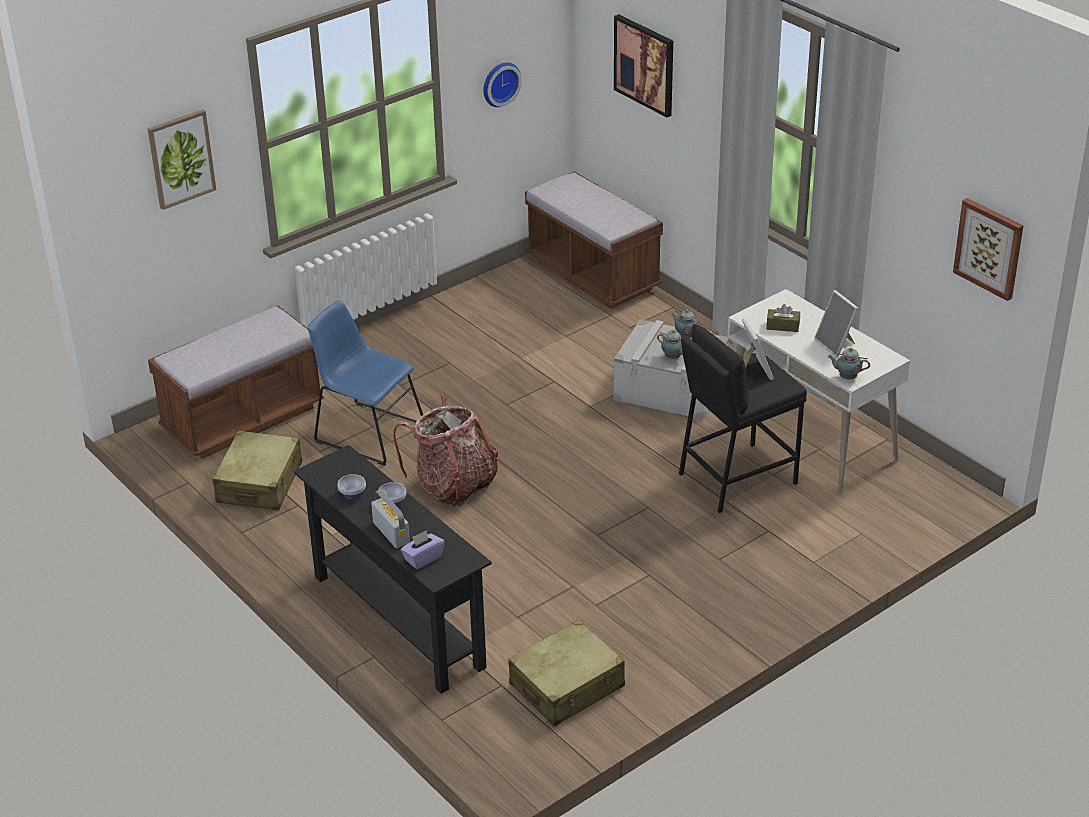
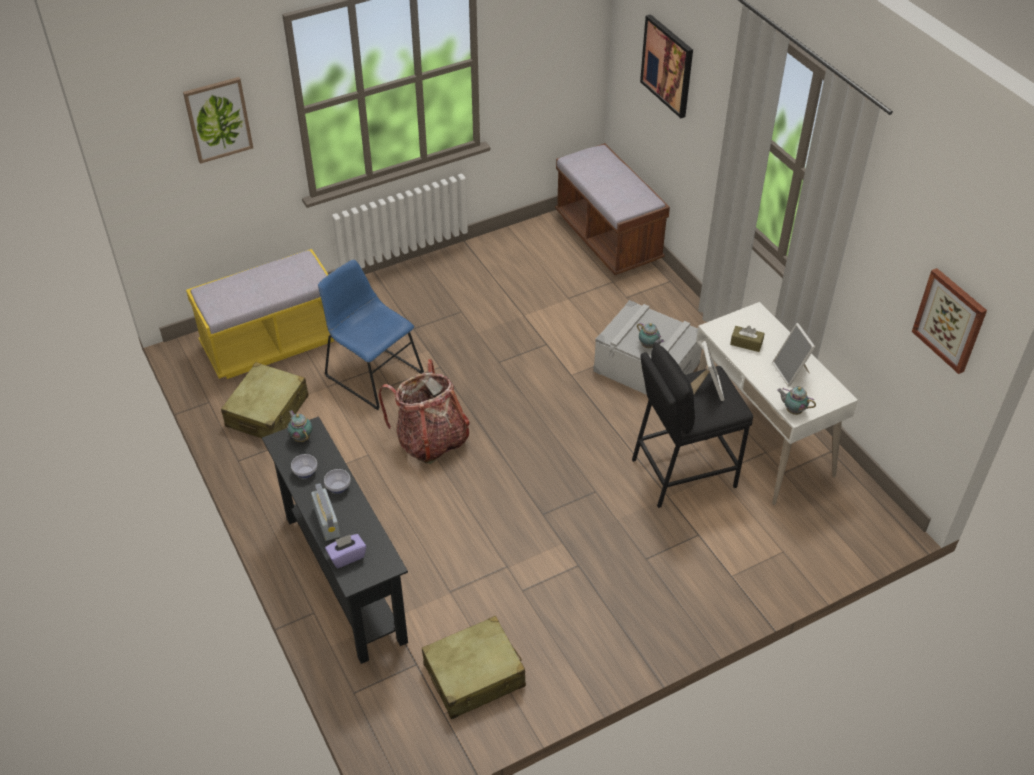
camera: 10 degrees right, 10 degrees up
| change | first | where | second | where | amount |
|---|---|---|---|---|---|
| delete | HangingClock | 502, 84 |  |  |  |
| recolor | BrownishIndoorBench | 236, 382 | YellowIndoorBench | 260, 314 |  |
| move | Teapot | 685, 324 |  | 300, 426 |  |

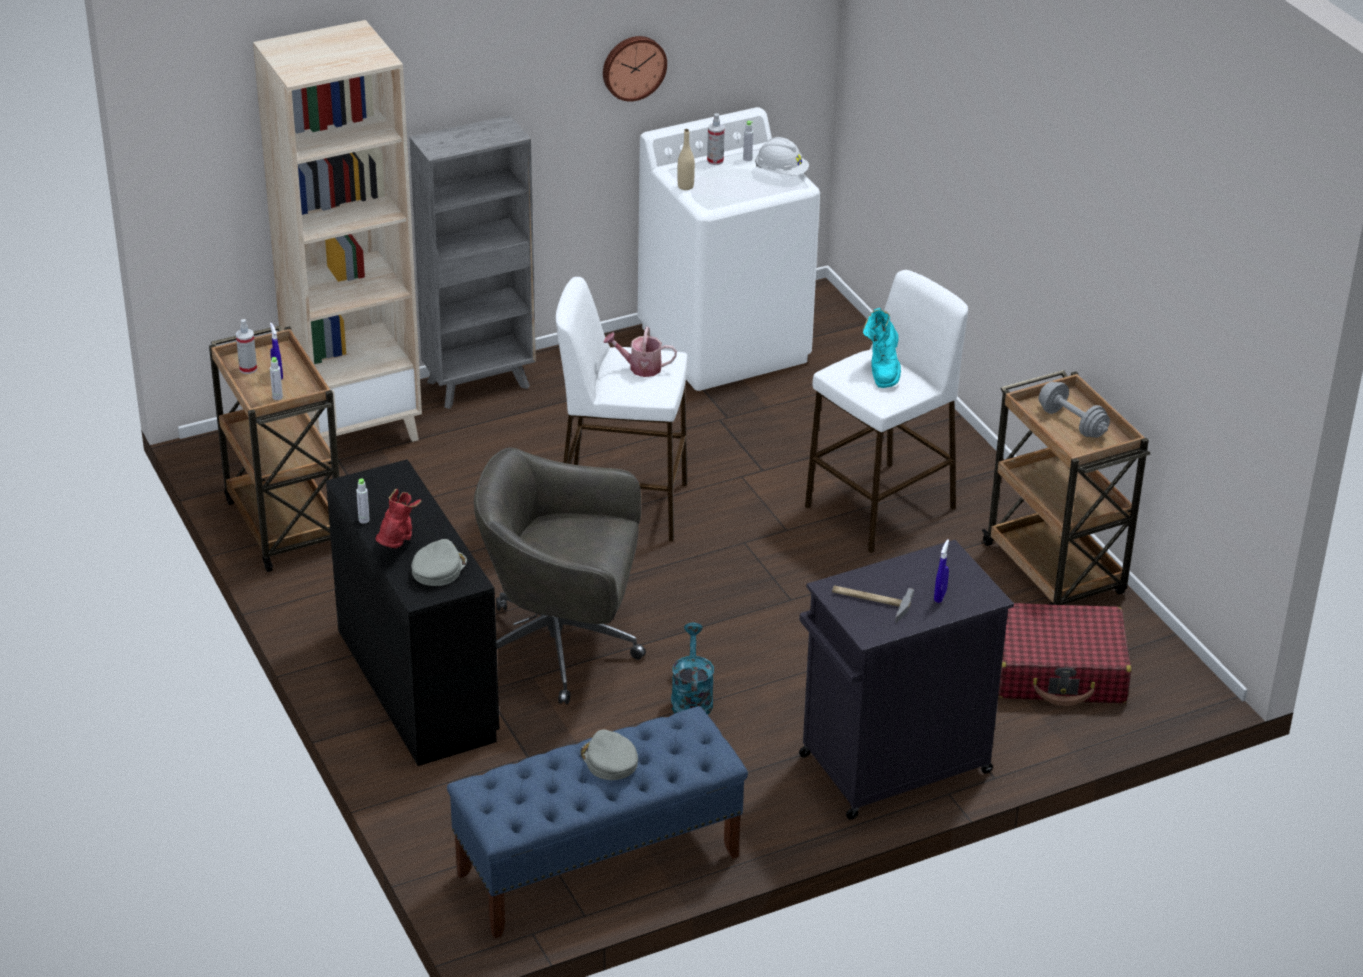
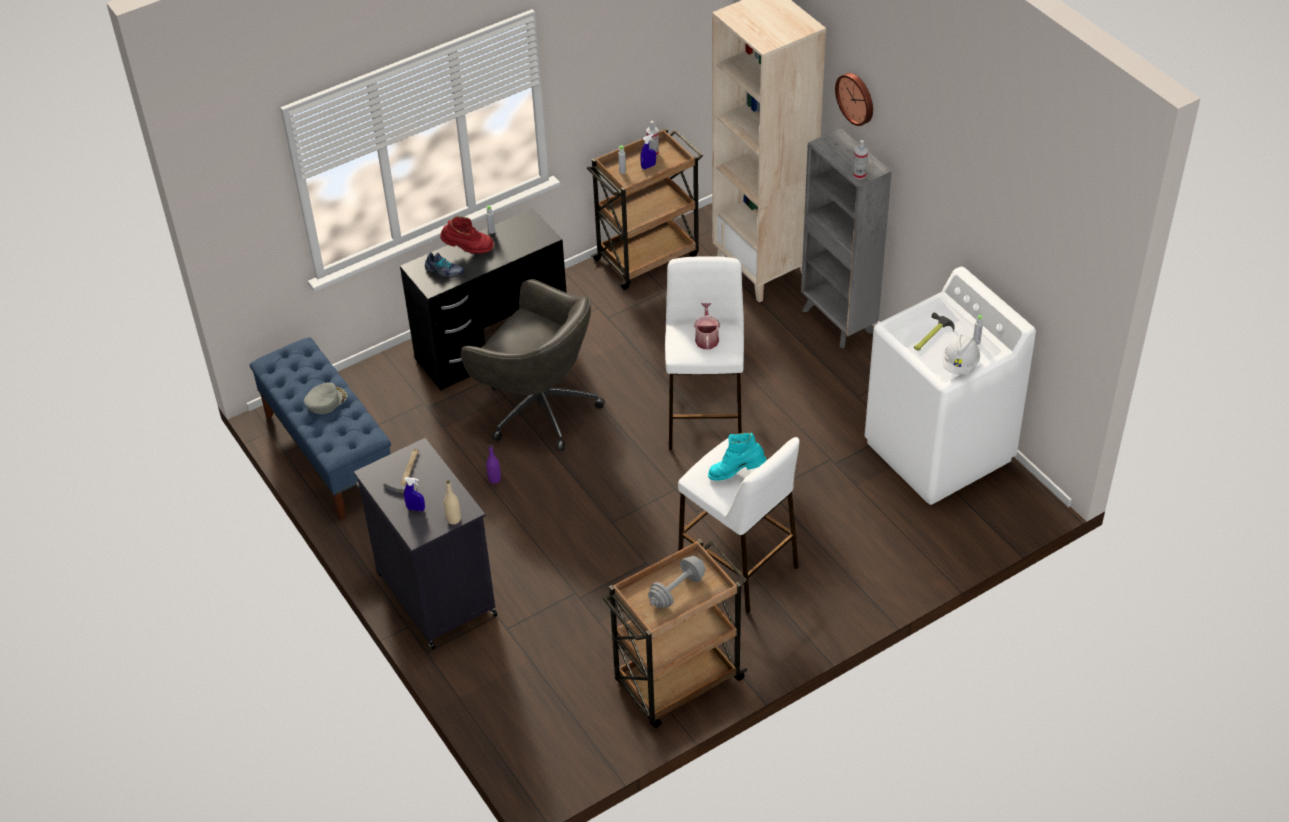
camera: 85 degrees right, 10 degrees up
| change | first | where | second | where | amount |
|---|---|---|---|---|---|
| move | HangingClock | 635, 69 |  | 854, 99 |  |
| move | SprayBottle | 716, 139 |  | 860, 159 |  |
| move | SandColouredBeverageBottle | 686, 159 |  | 452, 502 |  |
| rotate | GreyishComputerChair | 560, 576 |  | 533, 365 | 120 degrees clockwise |
| replace | GreyishCap | 439, 562 | LowShoe | 444, 265 |  |
| delete | ReddishSuitcase | 1065, 654 |  |  |  |
| replace | BlueGreenWateringPot | 692, 669 | PurplishBeverageBottle | 493, 464 |  |
| insert |  |  | HandHammer | 934, 332 |  |

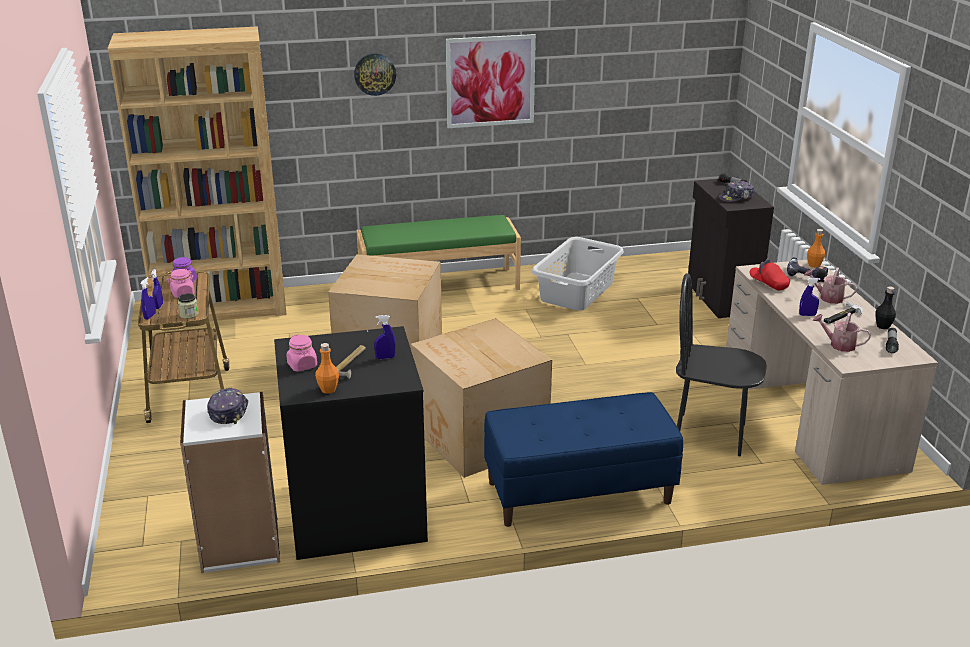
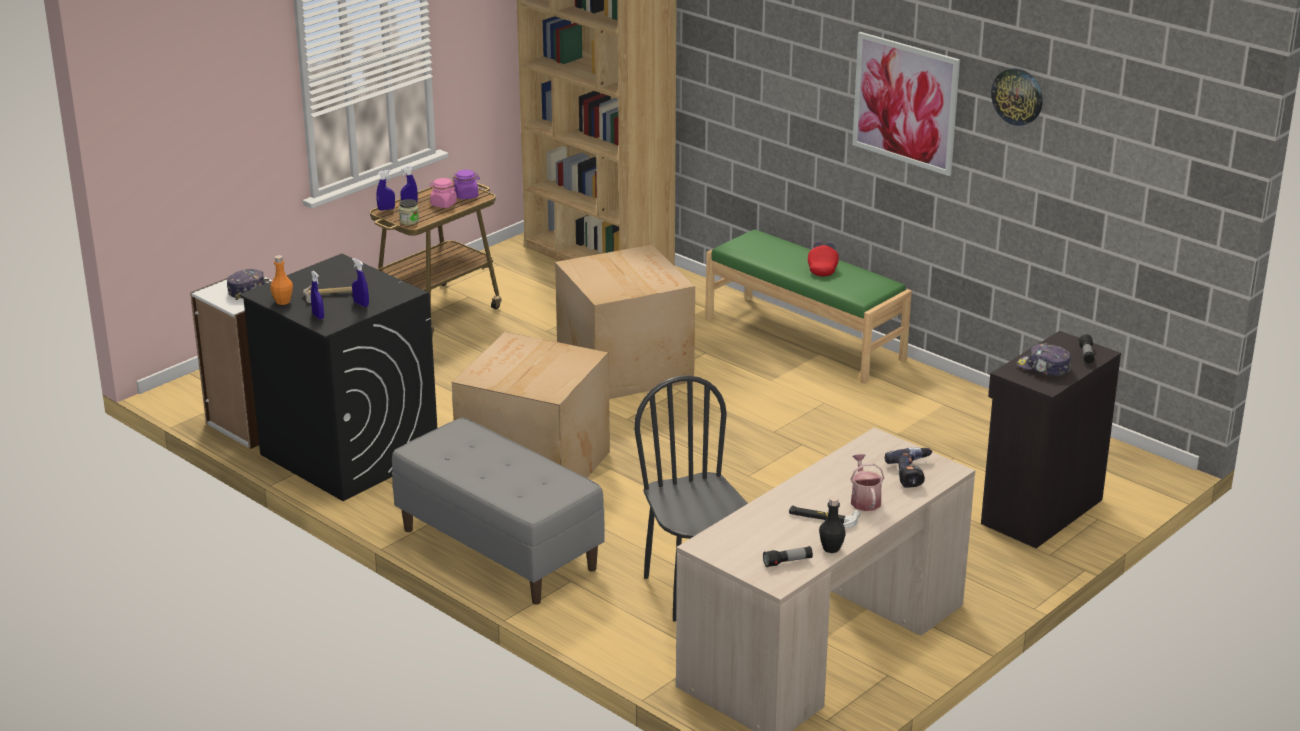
camera: 55 degrees right, 0 degrees up
| change | first | where | second | where | amount |
|---|---|---|---|---|---|
| move | HangingClock | 375, 74 |  | 1017, 97 |  |
| delete | OrangeyBeverageBottle | 816, 248 |  |  |  |
| delete | GreyishWashingBasket | 577, 274 |  |  |  |
| move | ReddishCap | 770, 275 |  | 823, 258 |  |
| move | BlueColouredSprayBottle | 810, 297 |  | 317, 295 |  |
| delete | WateringPot | 842, 332 |  |  |  |
| delete | PinkishPreserveJar | 301, 353 |  |  |  |
| recolor | BlueColouredIndoorBench | 583, 459 | GreyishIndoorBench | 498, 511 |  |

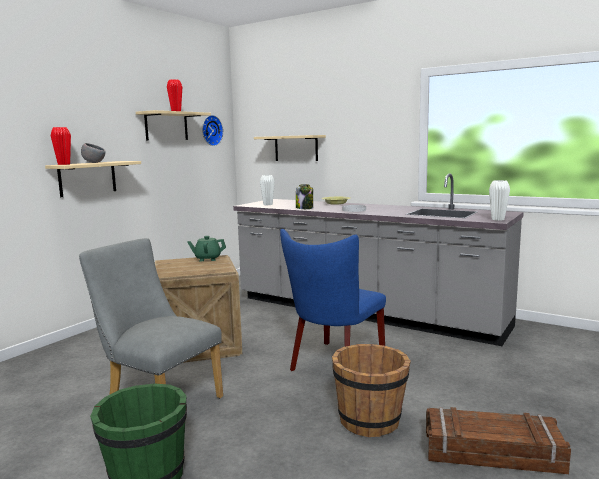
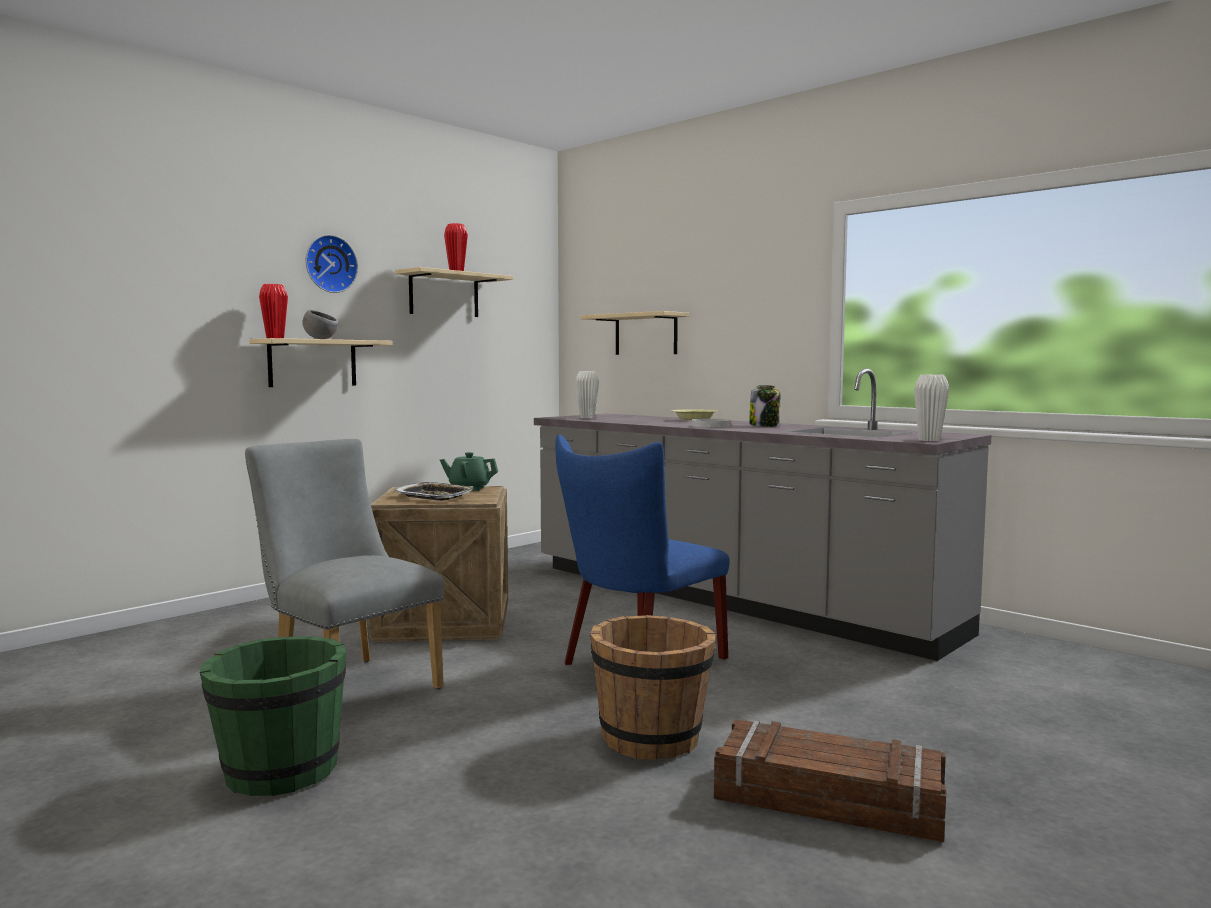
camera: 10 degrees right, 5 degrees down
| change | first | where | second | where | amount |
|---|---|---|---|---|---|
| move | HangingClock | 212, 130 |  | 331, 264 |  |
| move | PreserveJar | 304, 196 |  | 764, 406 |  |
| insert |  |  | Tray | 433, 491 |  |

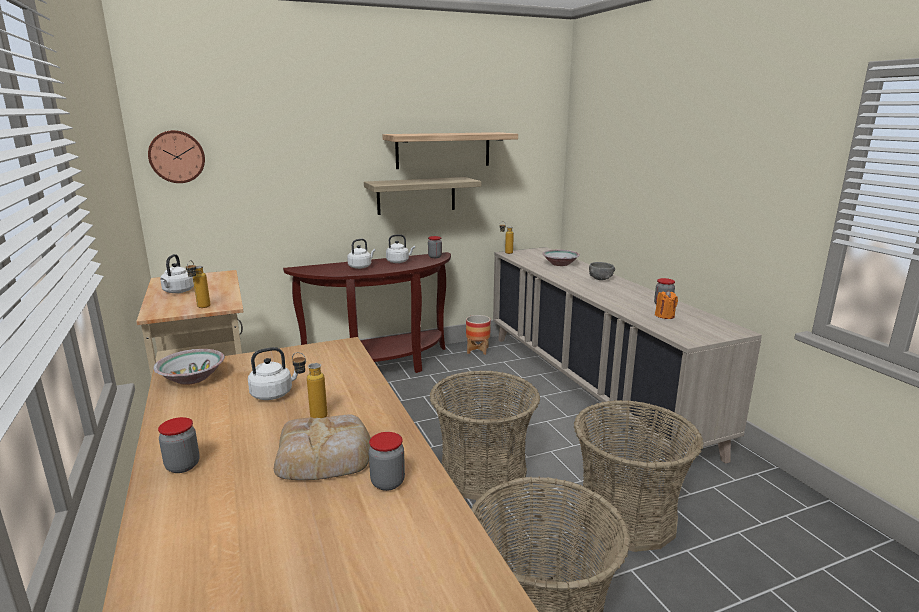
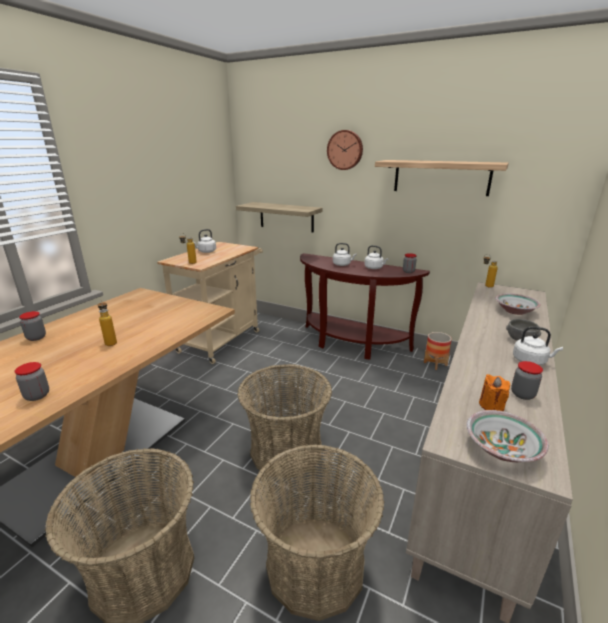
camera: 50 degrees right, 5 degrees up
| change | first | where | second | where | amount |
|---|---|---|---|---|---|
| move | HangingClock | 176, 156 |  | 345, 150 |  |
| move | WallShelf | 422, 196 |  | 279, 217 |  |
| move | WhiteWaterKettle | 273, 373 |  | 538, 346 |  |
| move | ServingBowl | 189, 367 |  | 507, 436 |  |
| delete | Bread | 322, 447 |  |  |  |

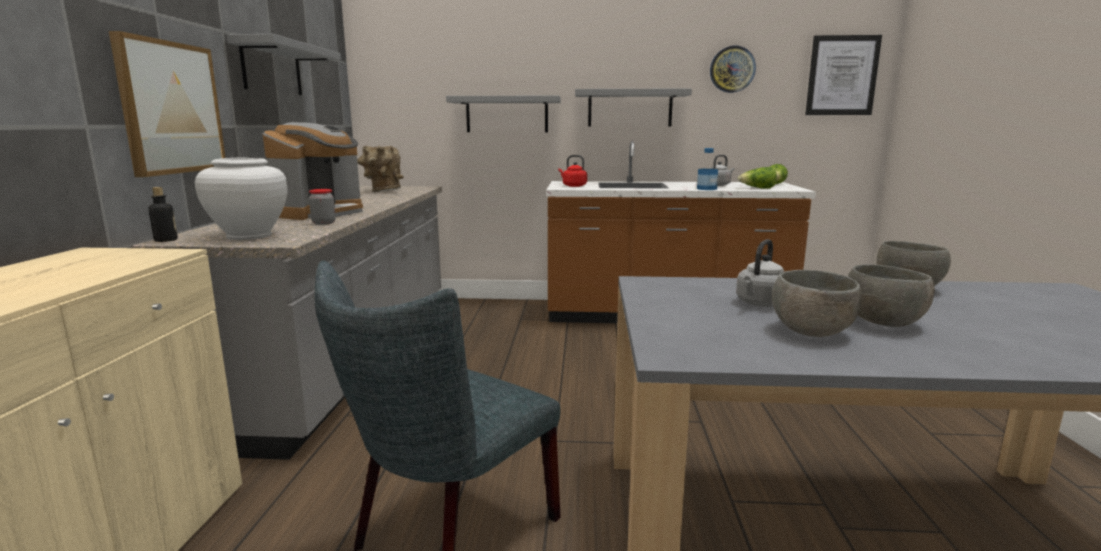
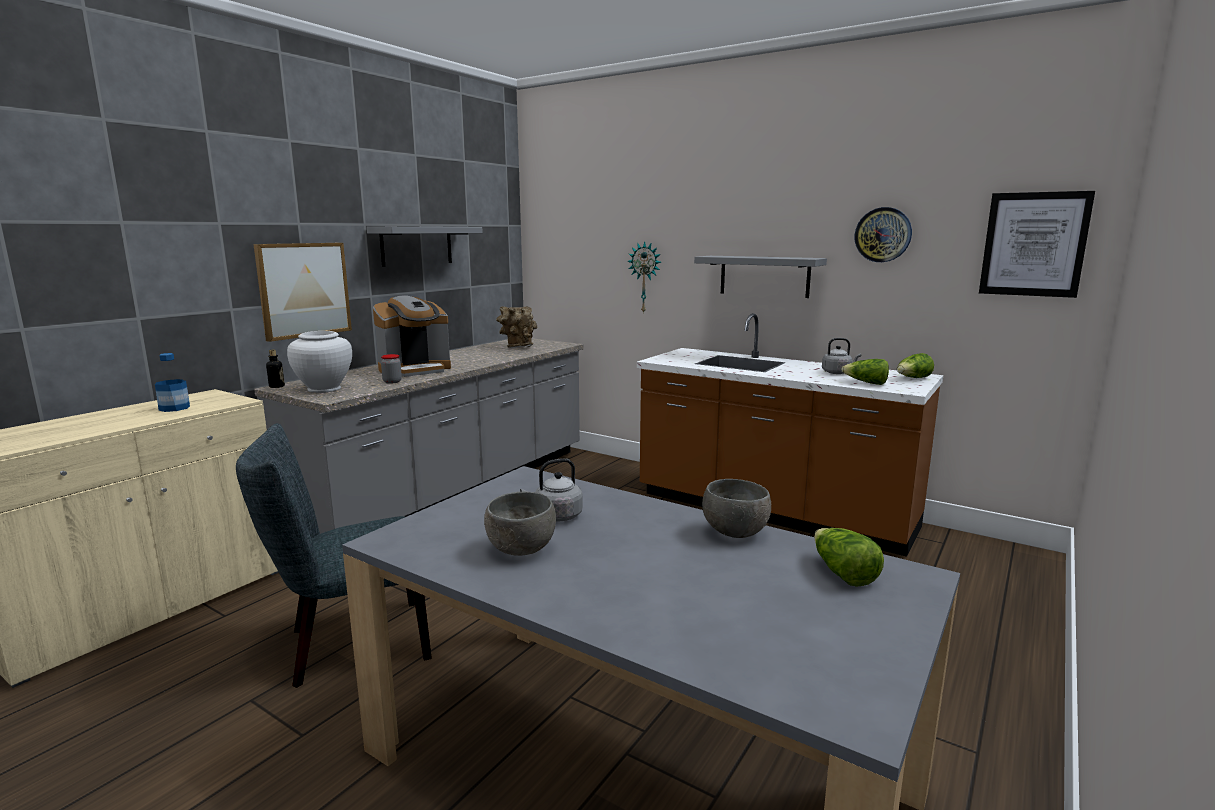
camera: 30 degrees right, 0 degrees up
| change | first | where | second | where | amount |
|---|---|---|---|---|---|
| replace | GreyishWallShelf | 503, 113 | HangingClock | 644, 277 |  |
| move | BeverageBottle | 707, 169 |  | 172, 382 |  |
| delete | ReddishWaterKettle | 572, 171 |  |  |  |
| delete | GreyishServingBowl | 891, 295 |  |  |  |
| insert |  |  | Lettuce | 849, 557 |  |

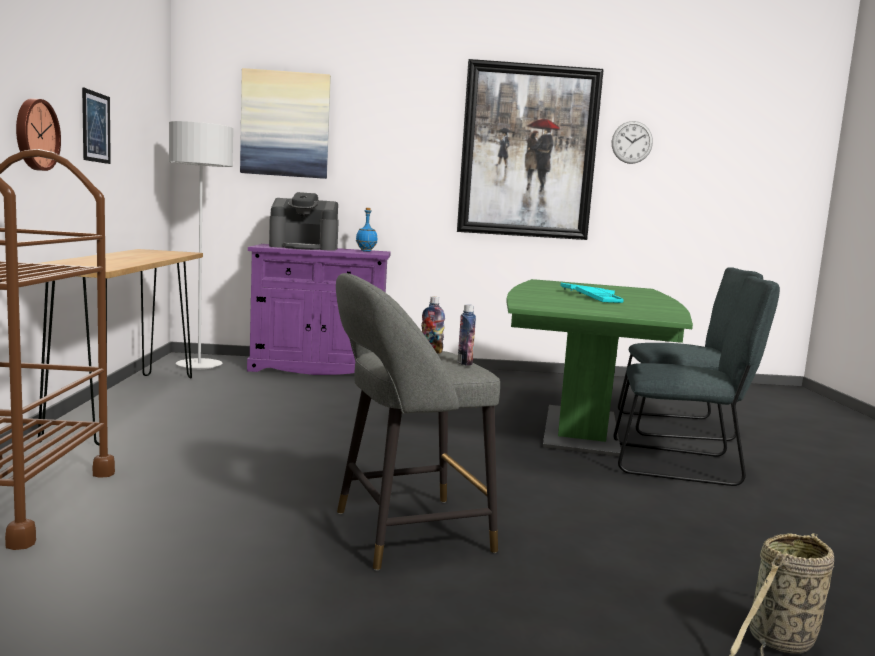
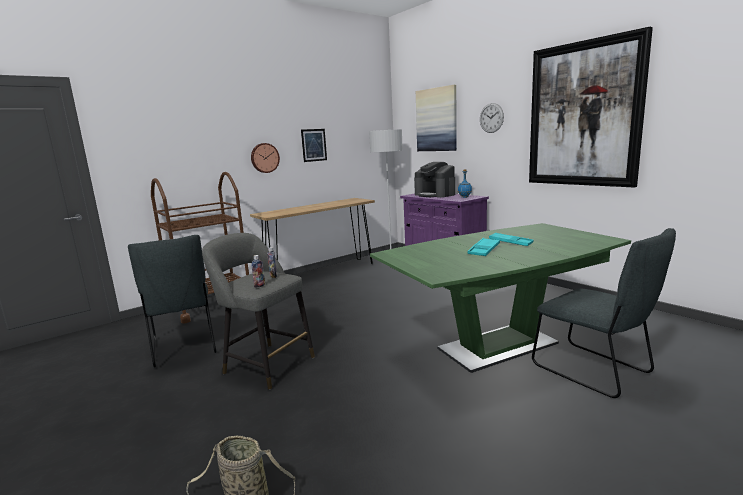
camera: 55 degrees right, 5 degrees up
| change | first | where | second | where | amount |
|---|---|---|---|---|---|
| move | HangingClock | 632, 142 |  | 492, 118 |  |
| move | GreyishPlainChair | 697, 381 |  | 172, 301 |  |

